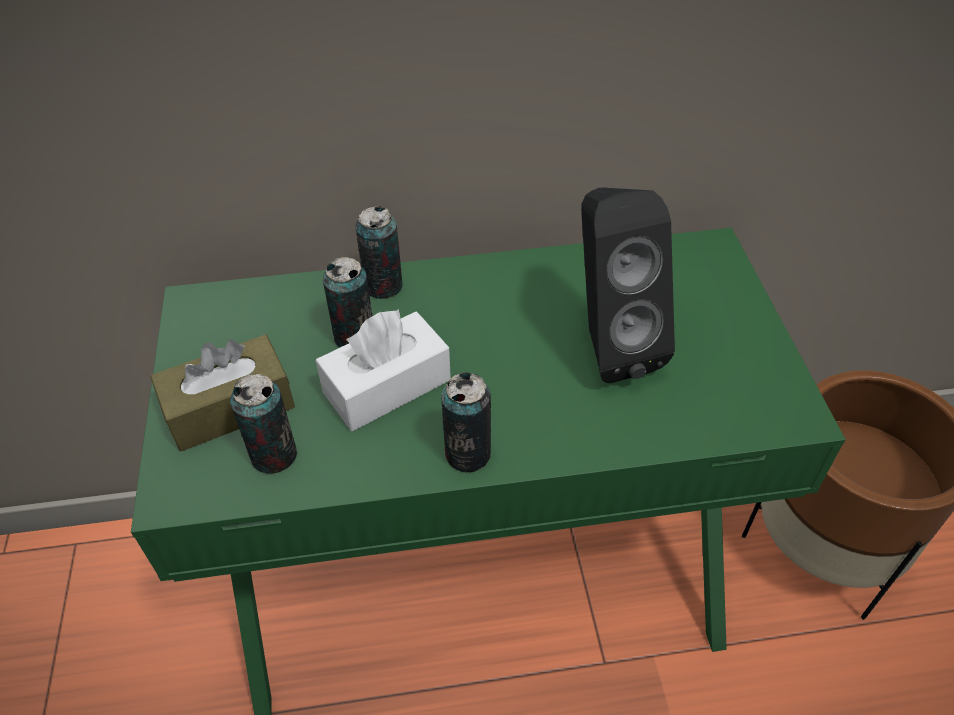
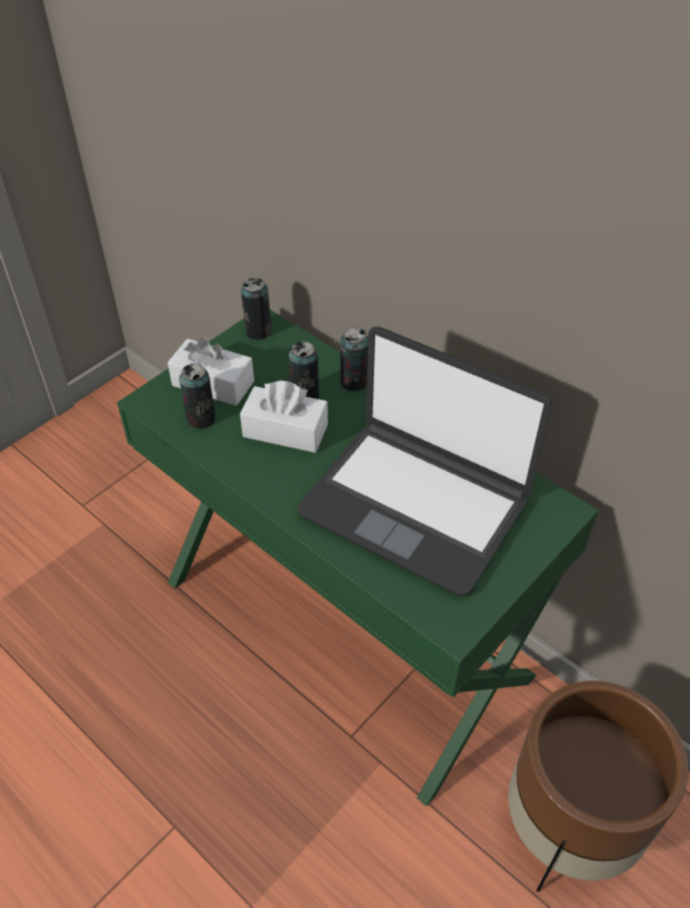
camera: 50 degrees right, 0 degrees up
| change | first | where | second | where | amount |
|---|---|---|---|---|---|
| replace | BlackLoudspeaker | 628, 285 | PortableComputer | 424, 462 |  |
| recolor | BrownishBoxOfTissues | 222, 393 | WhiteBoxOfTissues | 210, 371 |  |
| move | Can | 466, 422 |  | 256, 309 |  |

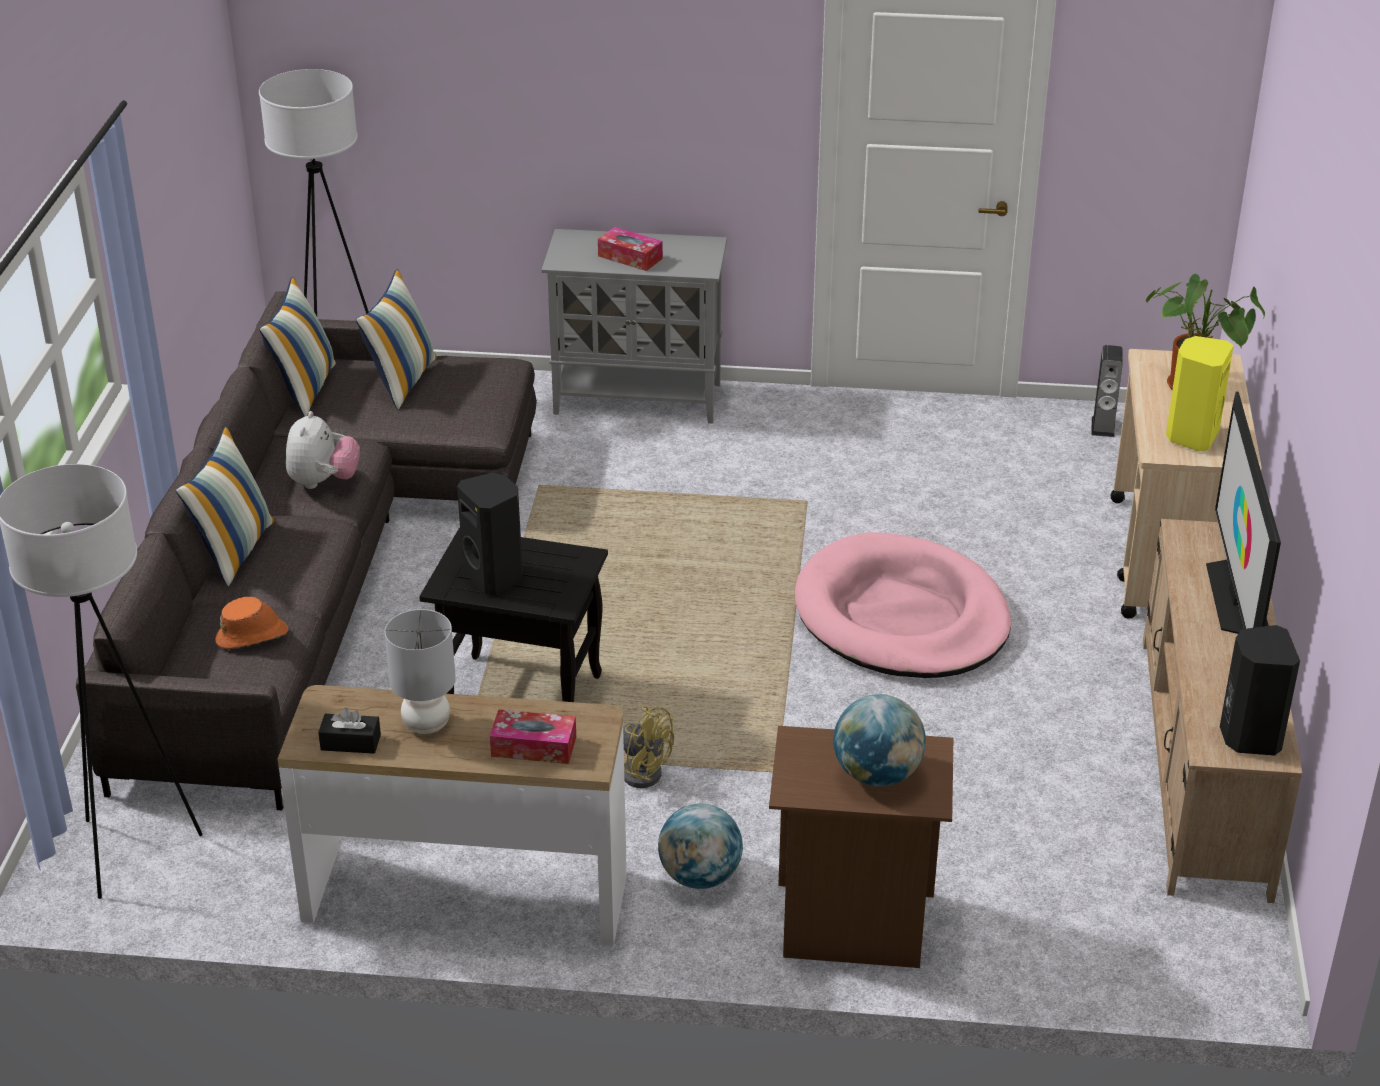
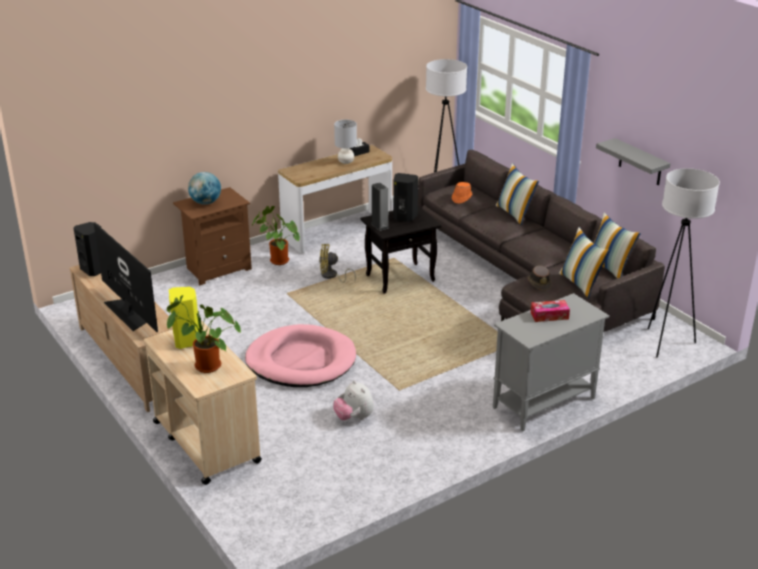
camera: 140 degrees right, 5 degrees down
| change | first | where | second | where | amount |
|---|---|---|---|---|---|
| move | Loudspeaker | 1107, 391 |  | 380, 206 |  |
| move | SoftToy | 323, 450 |  | 353, 400 |  |
| delete | BoxOfTissues | 533, 736 |  |  |  |
| replace | DeskGlobe | 700, 846 | PottedPlant | 276, 235 |  |
| insert |  |  | GreyishWallShelf | 633, 161 |  |
| insert |  |  | BrownishClothingHat | 540, 278 |  |

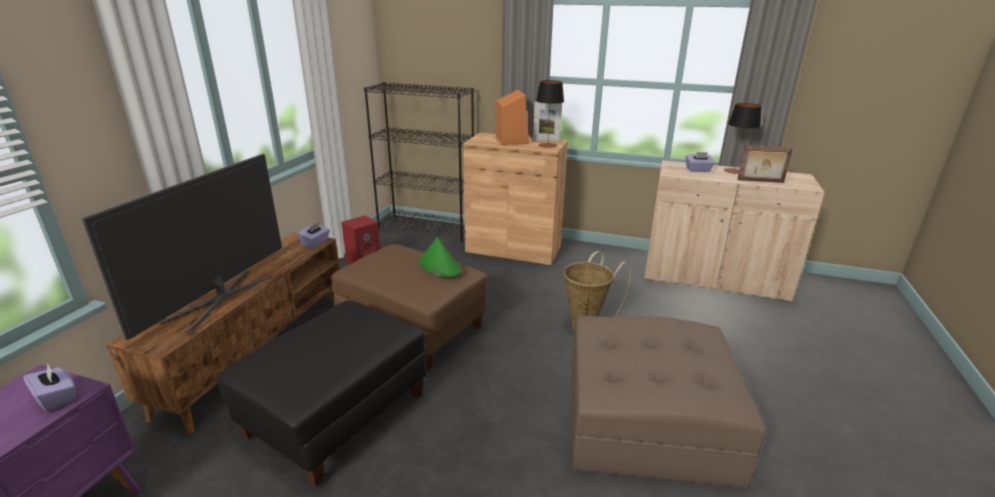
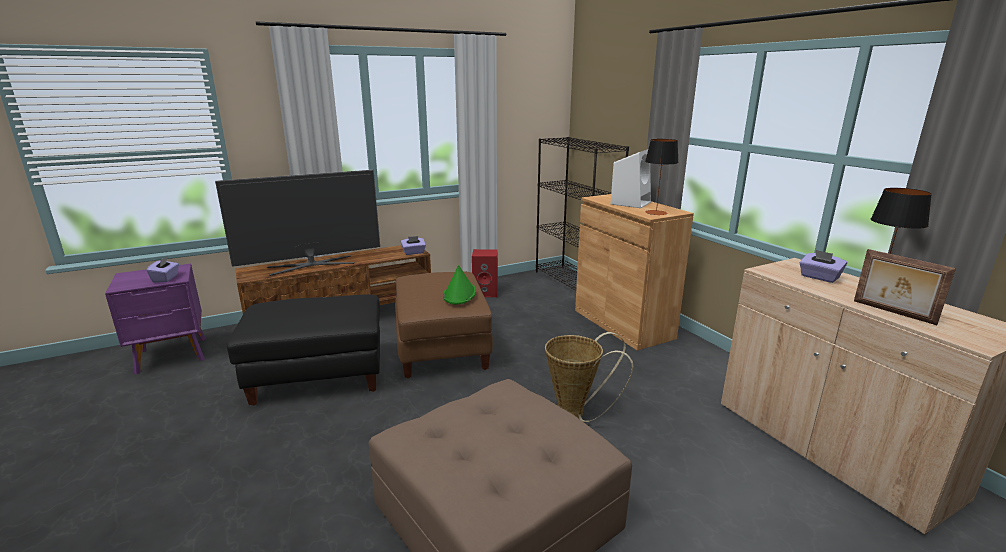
camera: 45 degrees right, 5 degrees down
| change | first | where | second | where | amount |
|---|---|---|---|---|---|
| recolor | OrangeyLoudspeaker | 512, 117 | WhiteLoudspeaker | 631, 178 |  |
| delete | StandingFrame | 547, 122 |  |  |  |

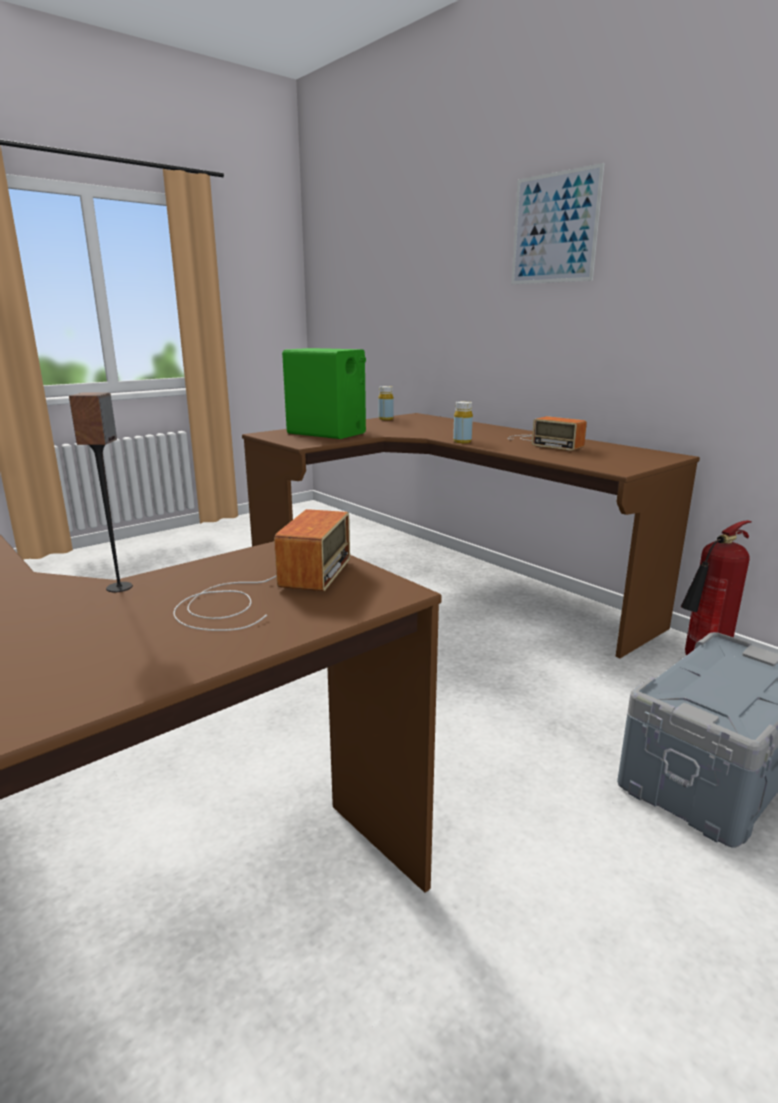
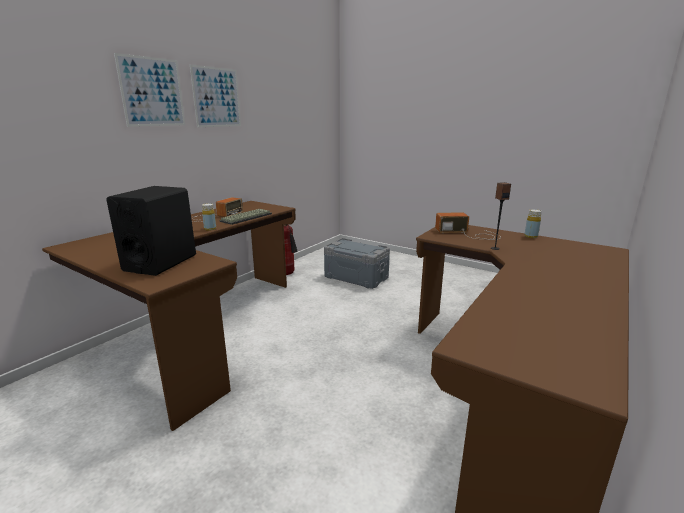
camera: 105 degrees left, 0 degrees up
| change | first | where | second | where | amount |
|---|---|---|---|---|---|
| recolor | GreenishLoudspeaker | 324, 393 | BlackLoudspeaker | 151, 231 |  |
| move | YellowBeverageBottle | 386, 403 |  | 533, 223 |  |
| insert |  |  | WallPicture | 215, 96 |  |
| insert |  |  | ComputerKeyboard | 246, 217 |  |

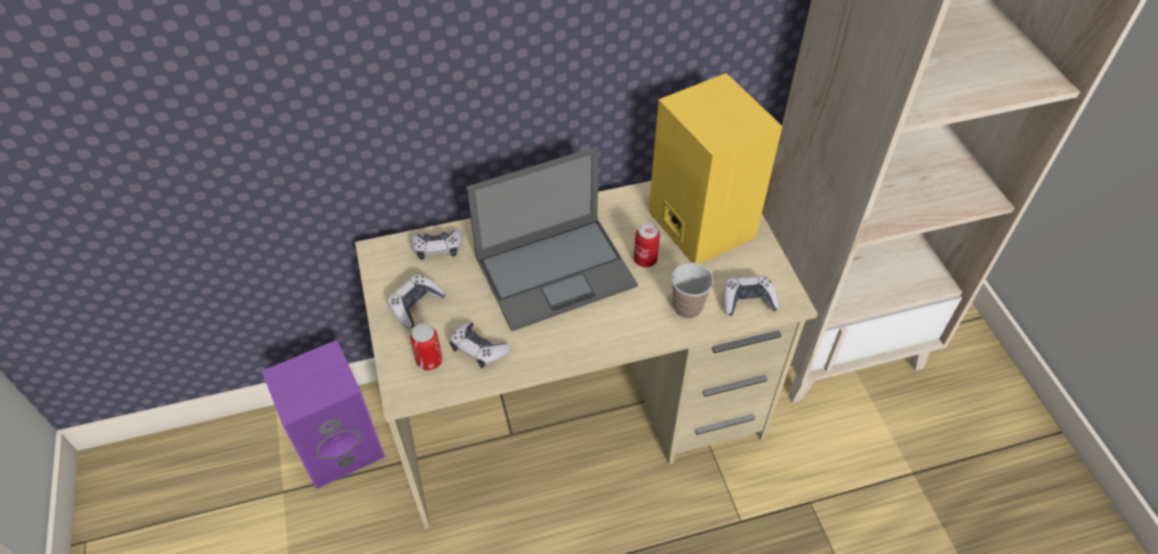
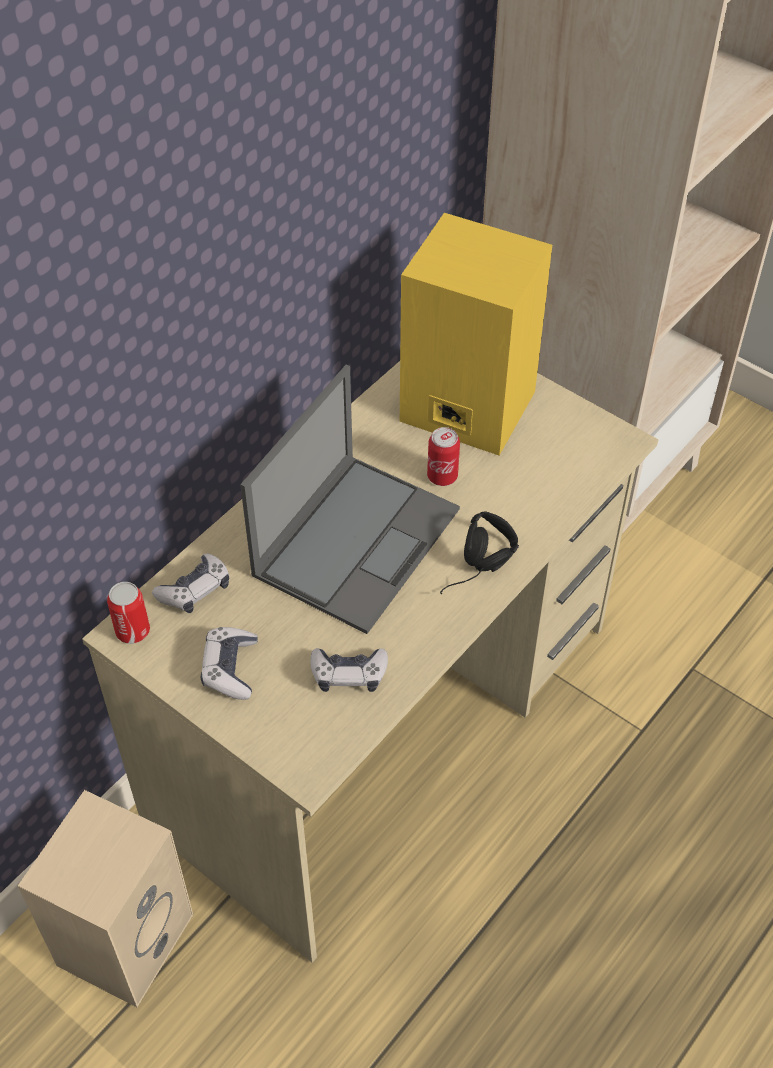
camera: 35 degrees left, 0 degrees up
| change | first | where | second | where | amount |
|---|---|---|---|---|---|
| delete | DrinkingCup | 692, 291 |  |  |  |
| delete | Gamepad | 751, 296 |  |  |  |
| move | Can | 426, 347 |  | 128, 613 |  |
| recolor | PurplishLoudspeaker | 323, 414 | SandColouredLoudspeaker | 105, 898 |  |
| insert |  |  | BlackHeadset | 479, 552 |  |

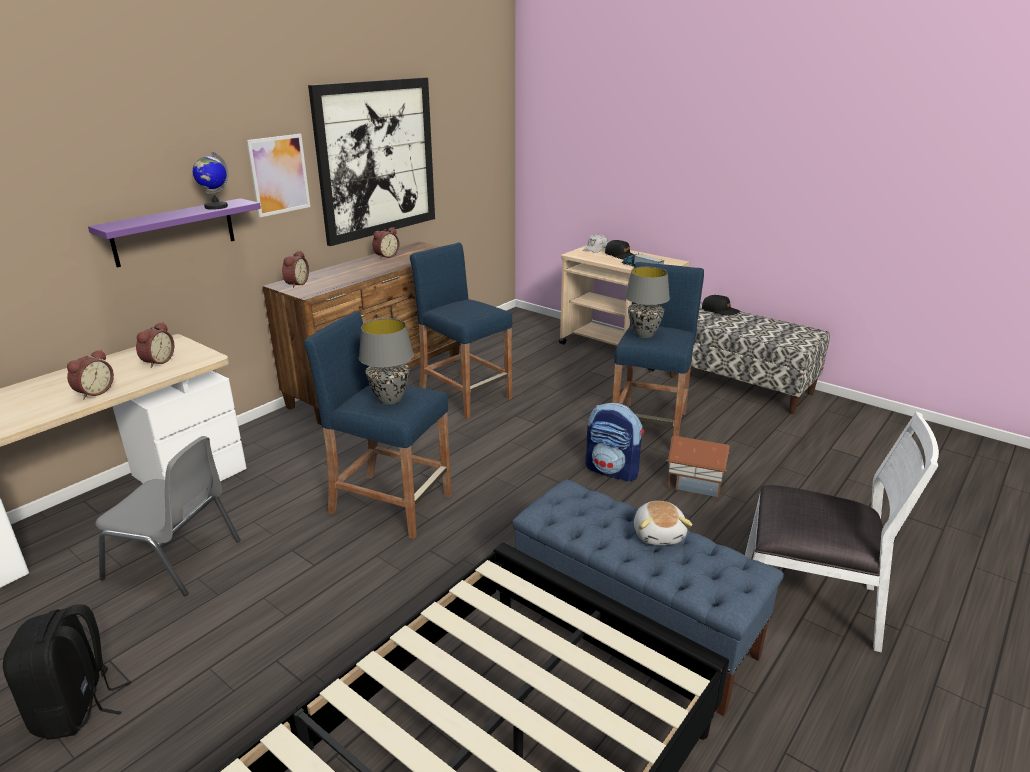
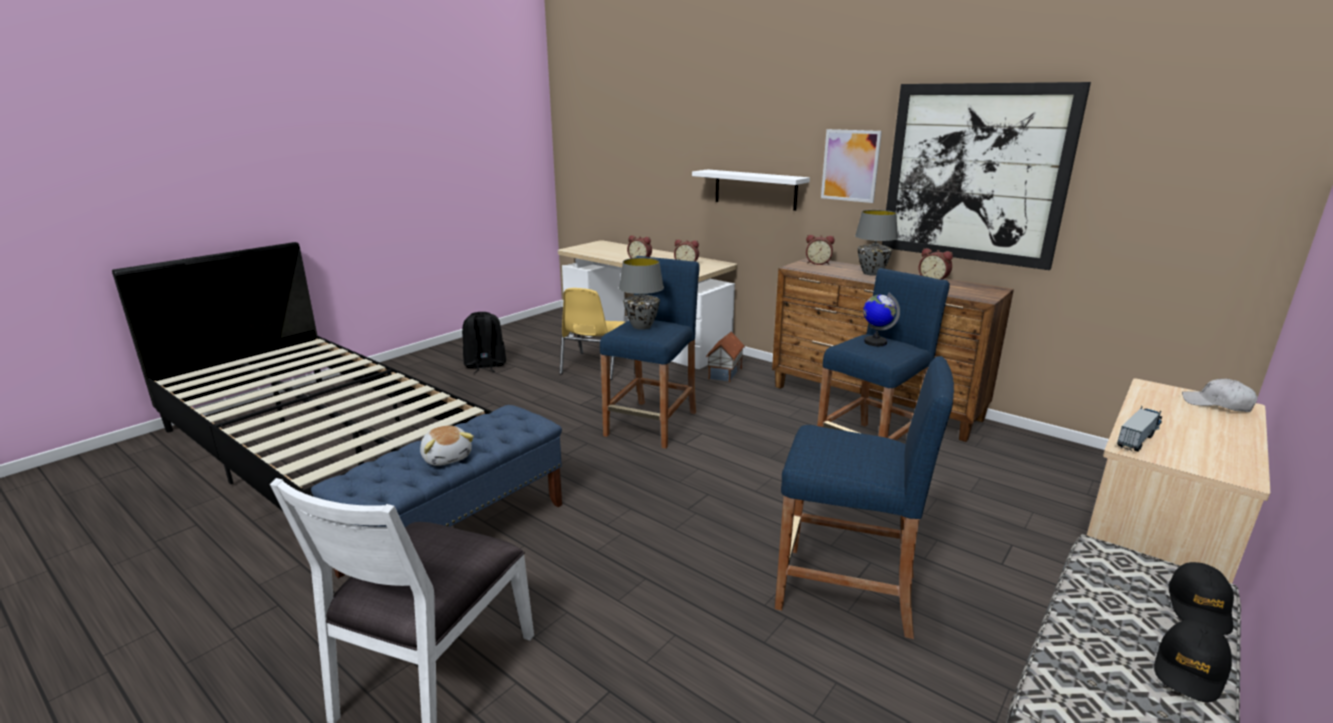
camera: 90 degrees right, 5 degrees down
| change | first | where | second | where | amount |
|---|---|---|---|---|---|
| move | DeskGlobe | 210, 181 |  | 881, 319 |  |
| recolor | PurplishWallShelf | 174, 232 | WhiteWallShelf | 751, 190 |  |
| move | BlackCap | 619, 249 |  | 1193, 661 |  |
| move | GreyishTableLamp | 647, 302 |  | 876, 243 |  |
| delete | Backpack | 614, 442 |  |  |  |
| recolor | GreyishPlainChair | 168, 516 | YellowPlainChair | 592, 334 |  |
| move | ToyHouse | 698, 467 |  | 725, 356 |  |
| rotate | SoftToy | 663, 523 |  | 447, 445 | 120 degrees counterclockwise |

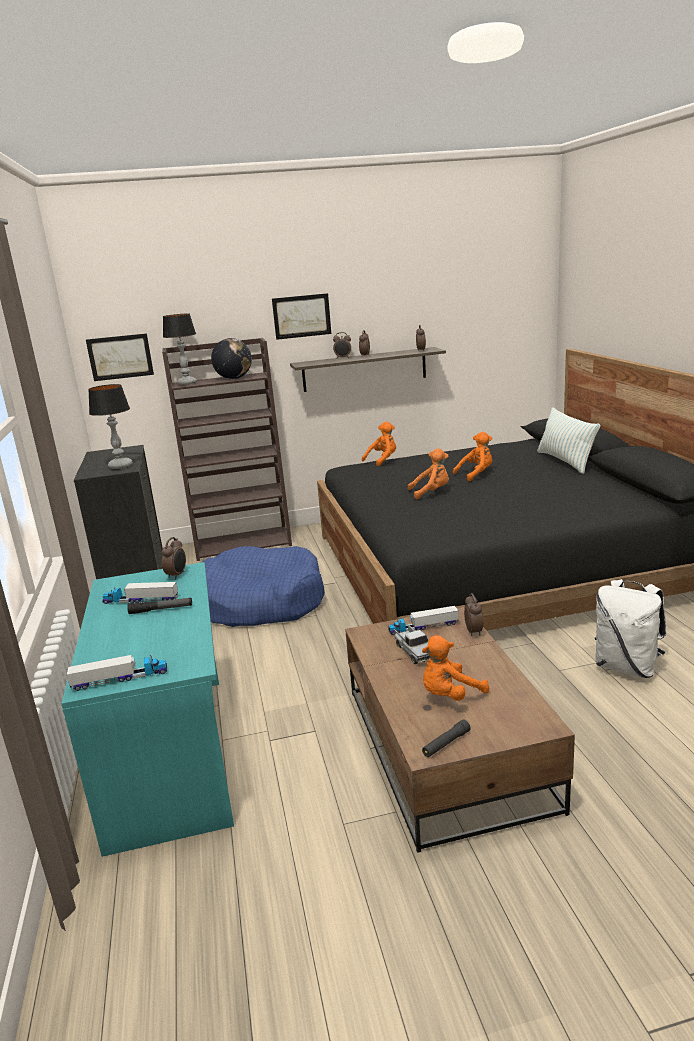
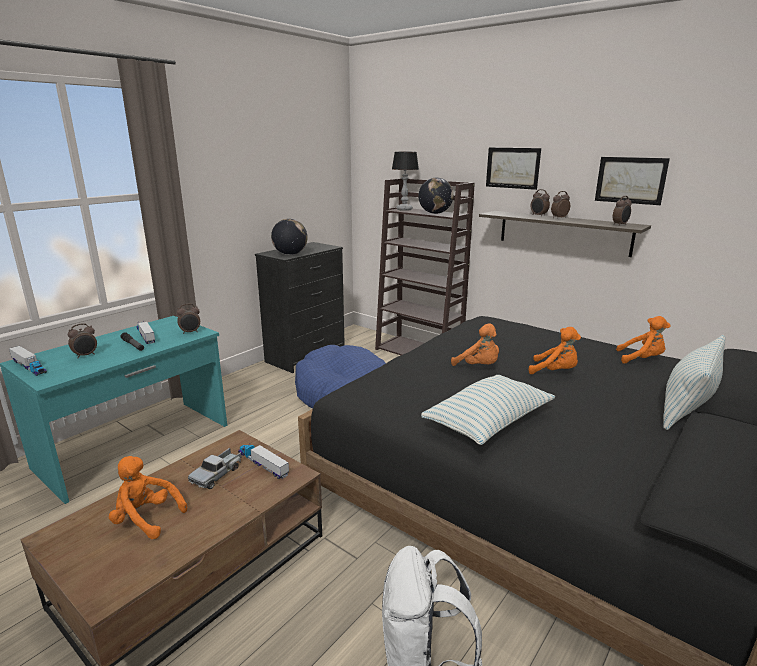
camera: 50 degrees right, 0 degrees up
| change | first | where | second | where | amount |
|---|---|---|---|---|---|
| move | WallPicture | 120, 357 |  | 632, 181 |  |
| replace | TableLamp | 110, 426 | DeskGlobe | 289, 237 |  |
| move | OrangeySoftToy | 379, 443 |  | 643, 340 |  |
| move | TableClock | 473, 614 |  | 82, 340 |  |
| delete | BlackFlashlight | 446, 738 |  |  |  |
| insert |  |  | ThrowPillow | 488, 410 |  |

